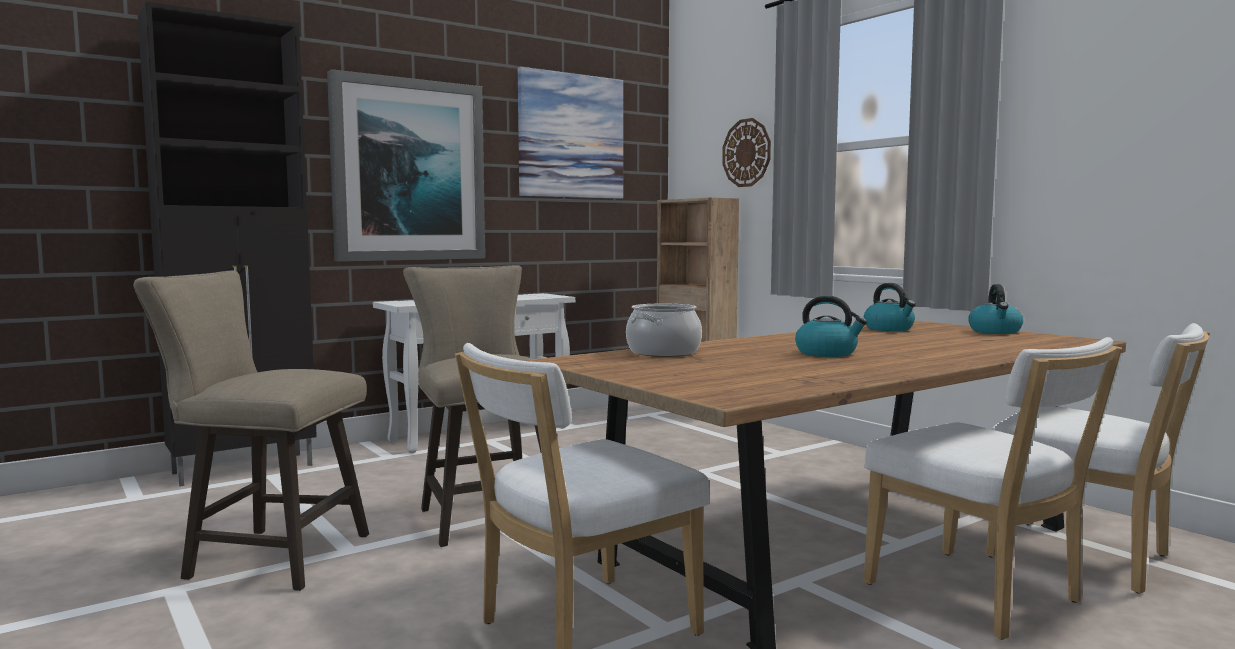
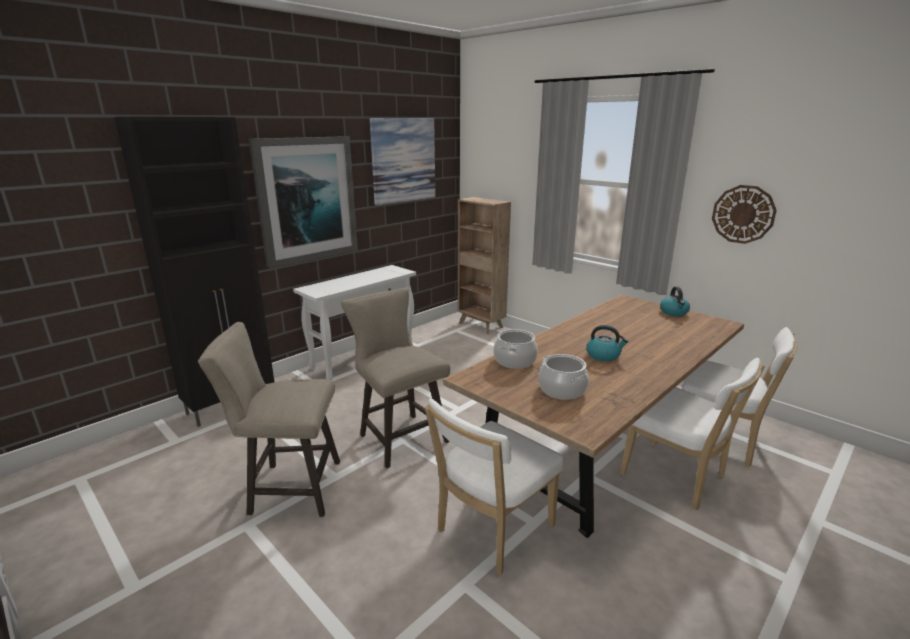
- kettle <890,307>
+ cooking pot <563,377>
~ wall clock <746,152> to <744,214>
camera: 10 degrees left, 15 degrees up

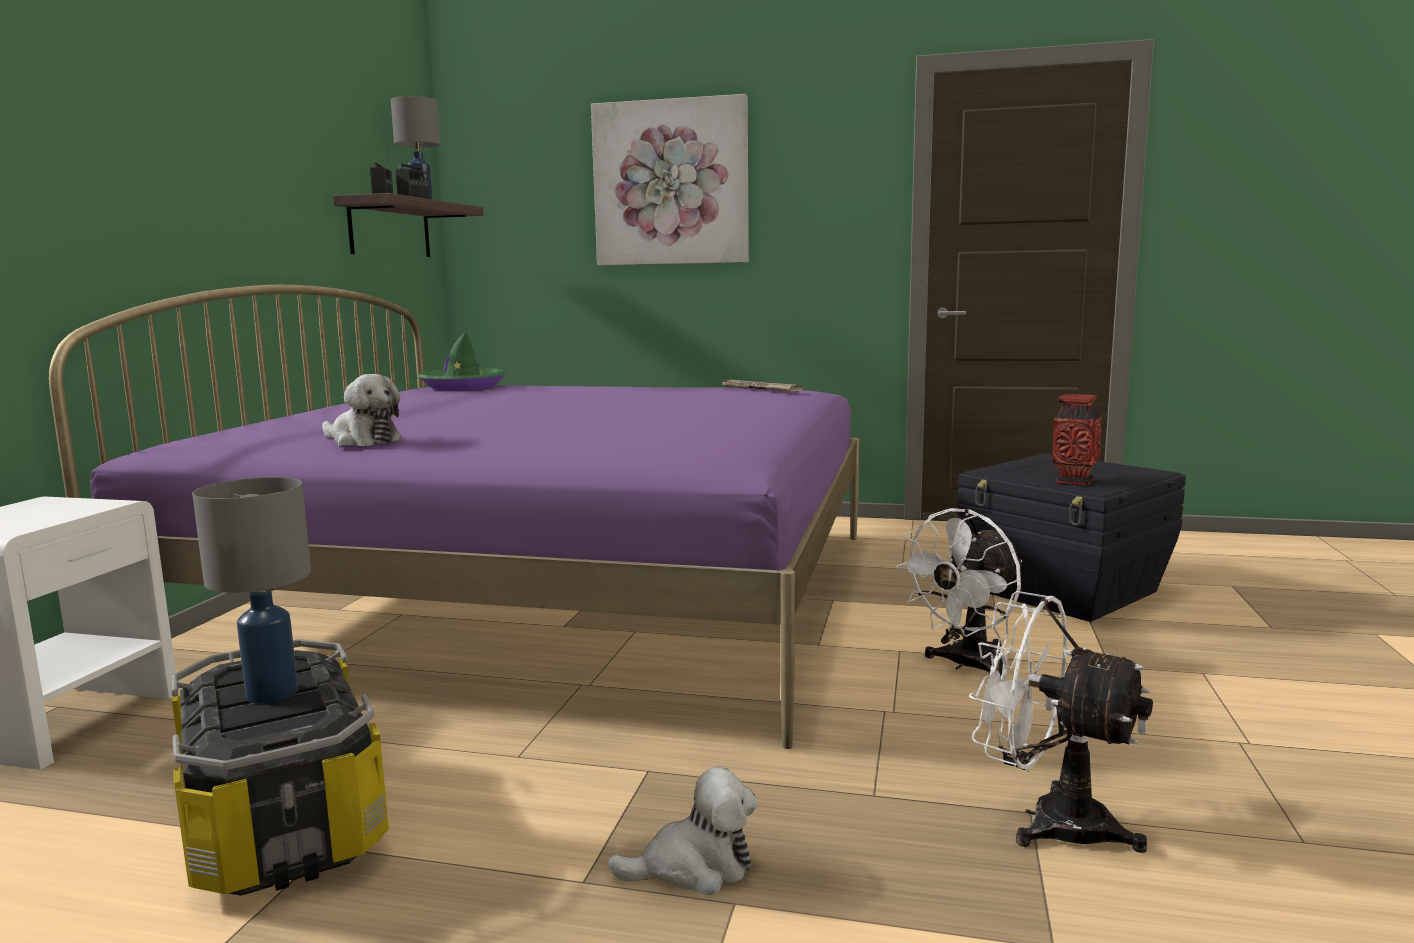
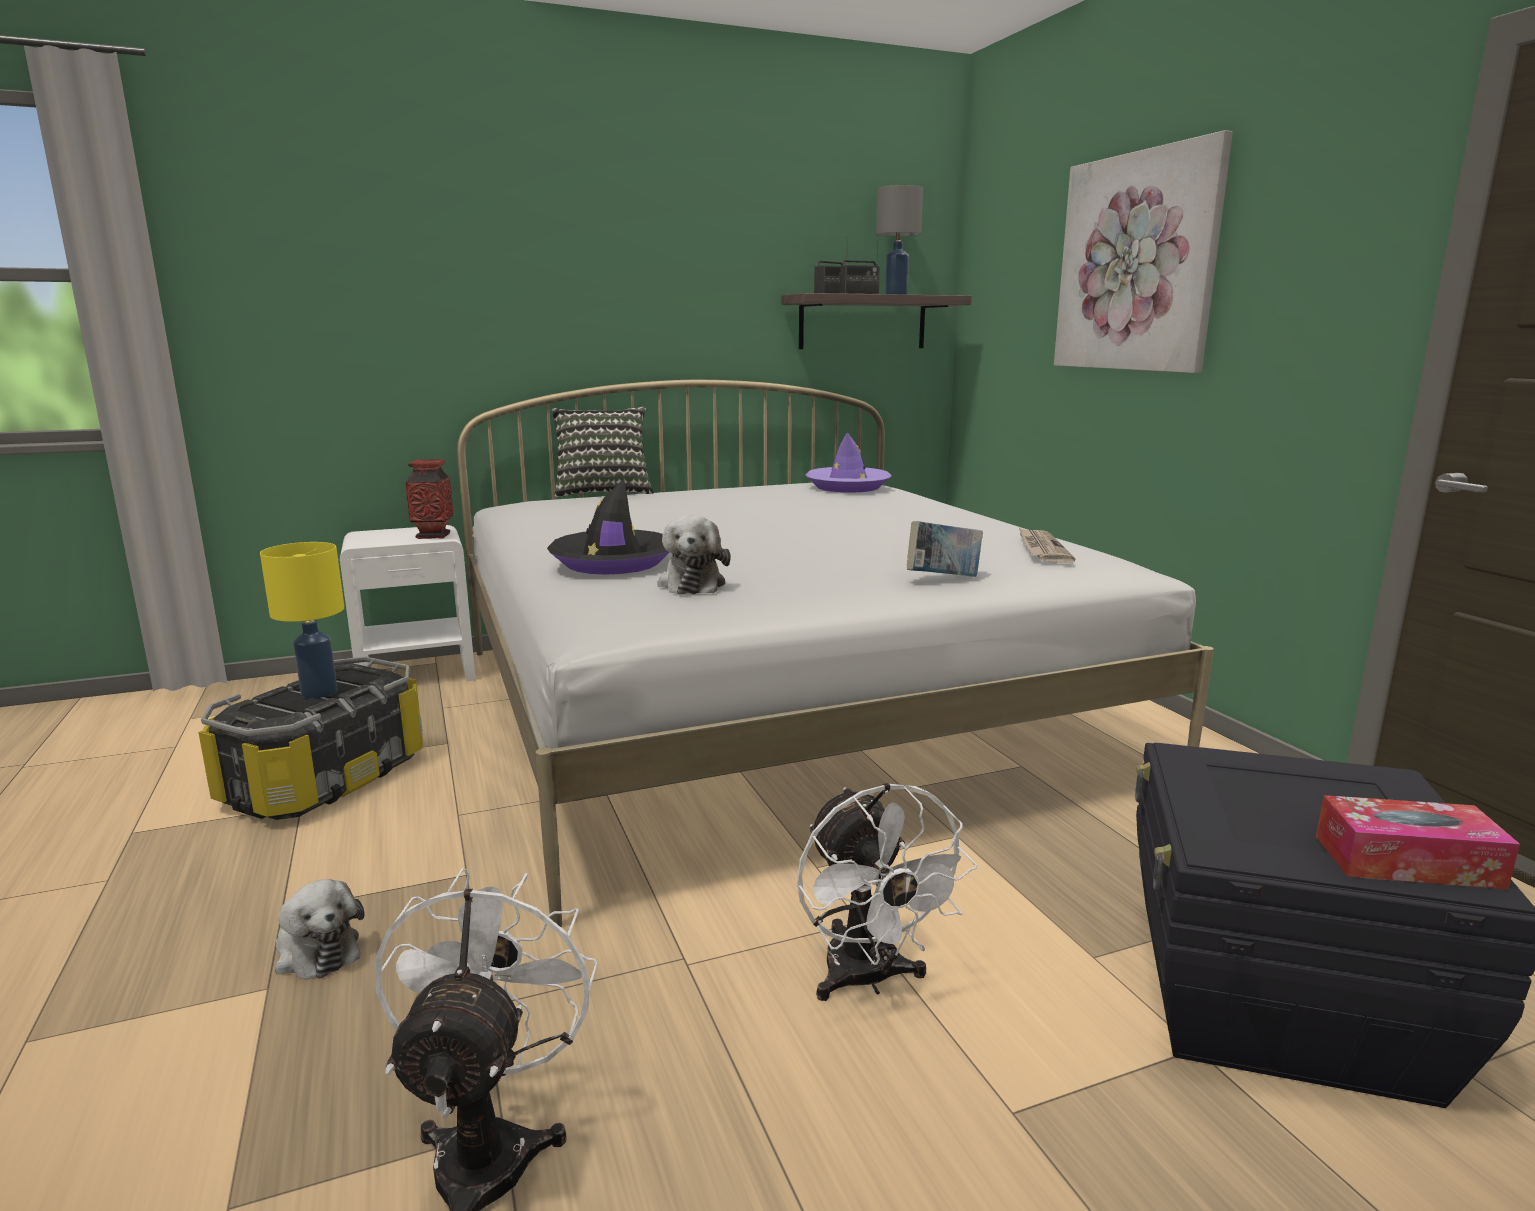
+ hat in black <608,527>
+ pillow <602,451>
+ book <945,549>
+ tissue box <1418,842>
~ plush toy <362,410> to <694,555>
~ vase <1077,440> to <429,499>
~ bed in purple <454,517> to bed in white <835,653>
~ table lamp in grey <251,590> to table lamp in yellow <302,620>
~ hat in green <462,360> to hat in purple <848,462>
~ fan in white <959,590> = <887,892> 120 degrees counterclockwise
camera: 55 degrees right, 5 degrees up

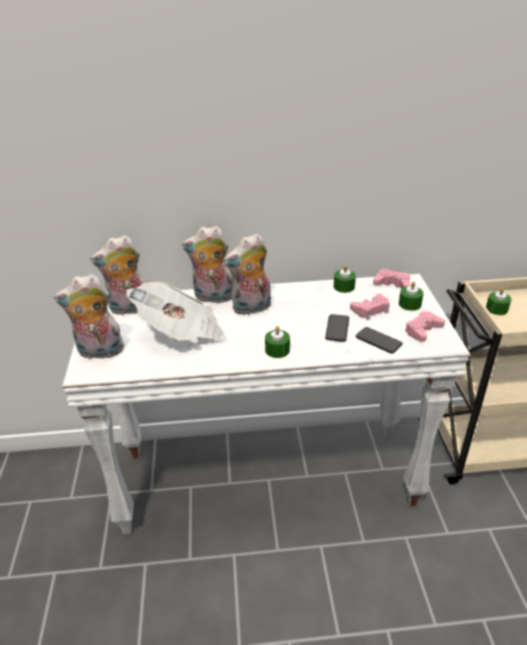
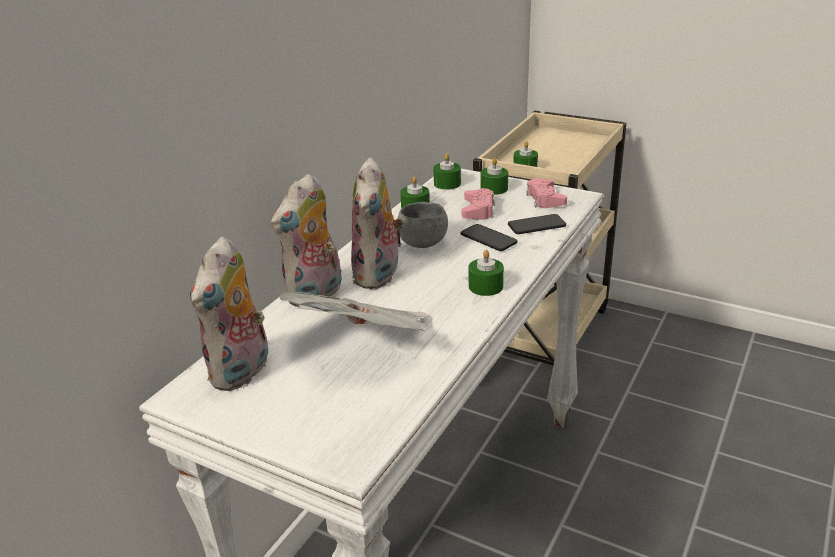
- plush toy <89,316>
+ bowl in grey <423,225>
~ game controller in pink <391,278> to candle in green <447,171>
camera: 55 degrees left, 5 degrees down

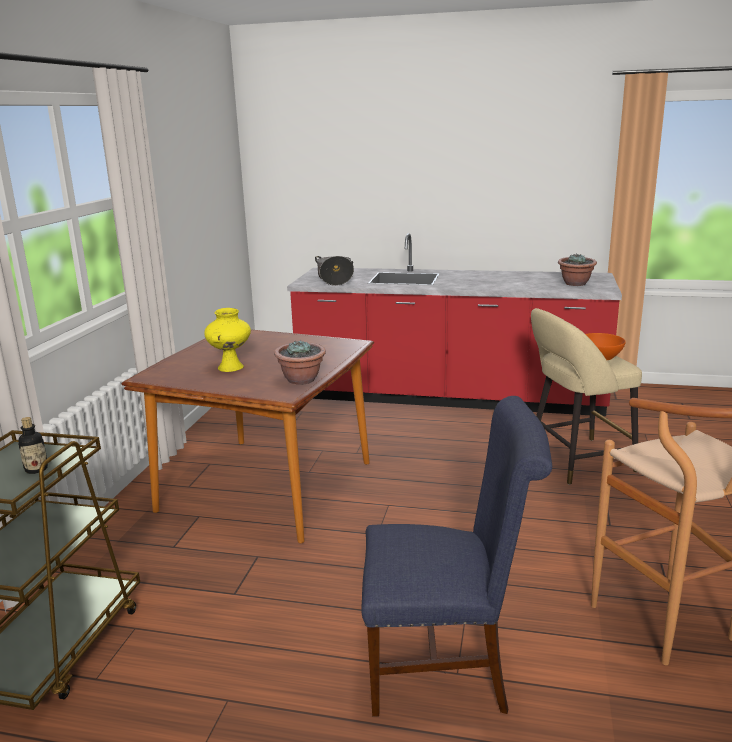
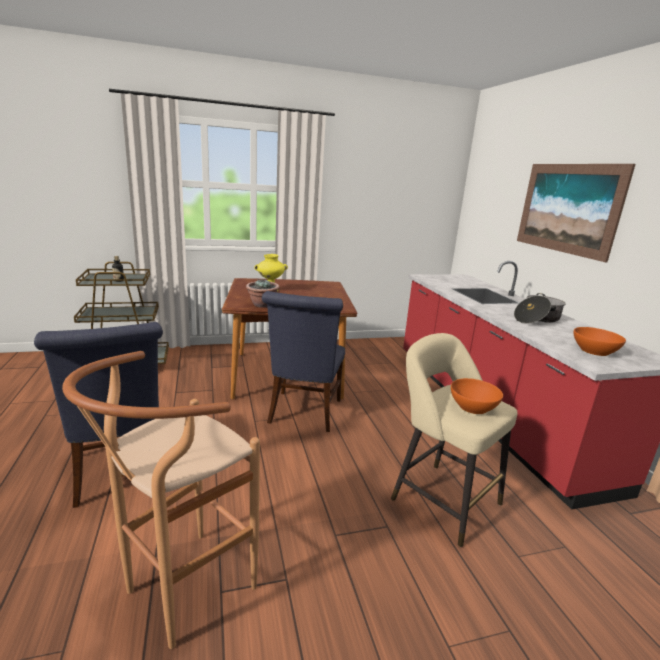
+ chair in blue <303,361>
+ picture <576,213>
~ cooking pot <334,271> to <540,308>
~ potted plant <577,270> to bowl in orange <600,341>
camera: 60 degrees right, 0 degrees up

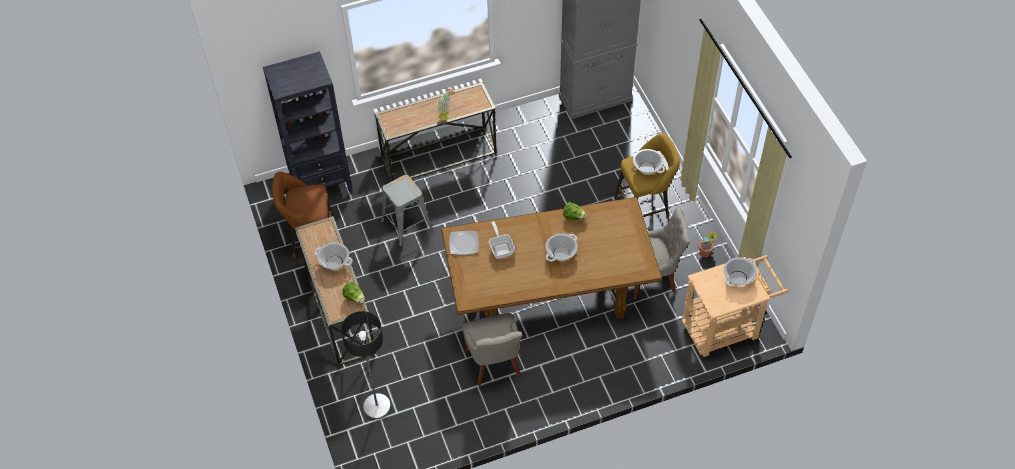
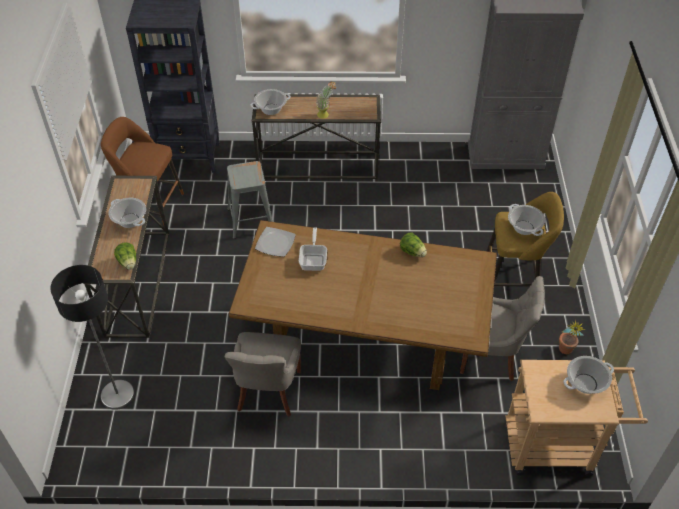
~ cooking pot <561,247> to <271,102>
camera: 20 degrees right, 5 degrees down

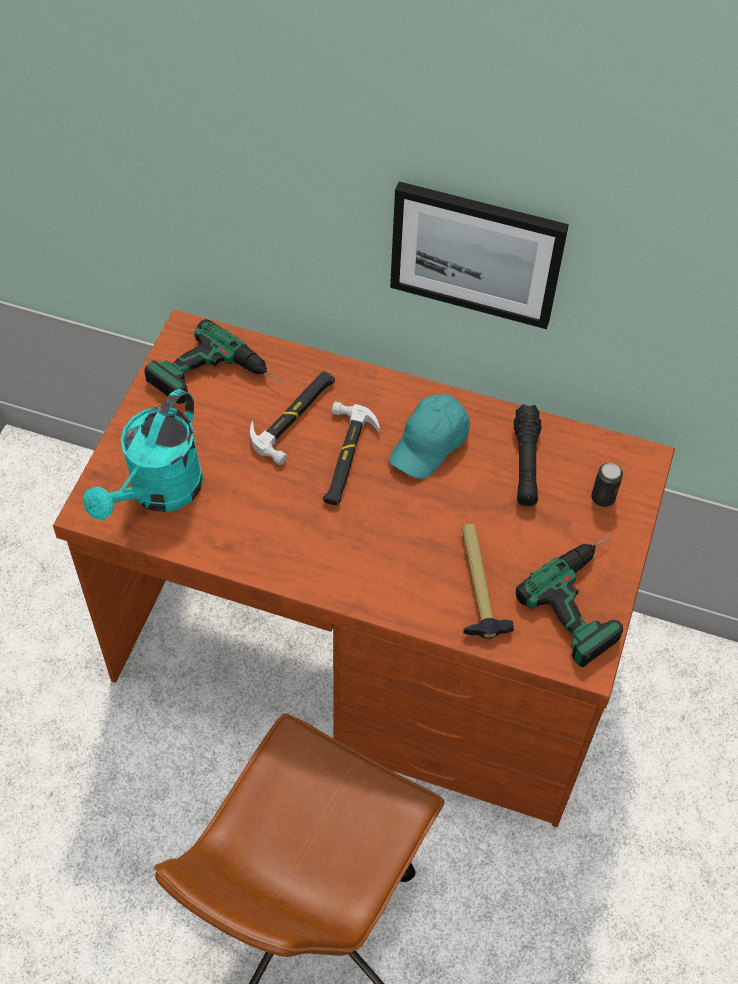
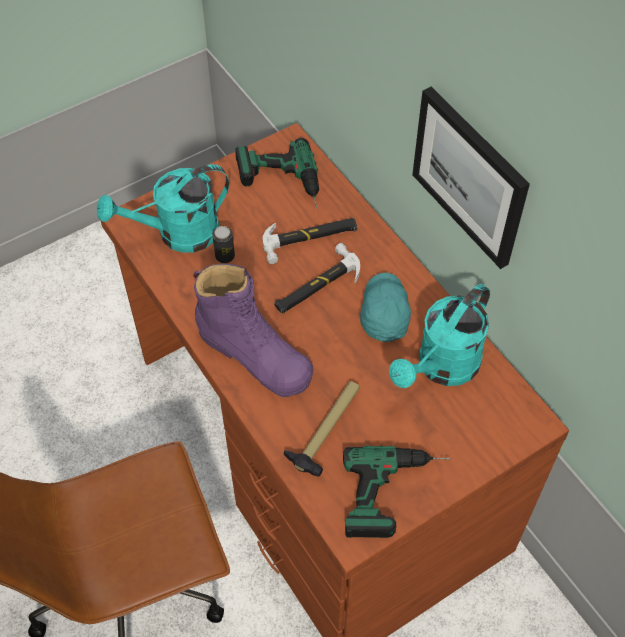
+ boot in purple <253,330>
~ can <607,485> to <223,244>
~ flashlight in black <527,455> to watering can in turquoise <439,336>
~ cap in turquoise <429,436> = <385,307> 105 degrees clockwise
camera: 40 degrees right, 0 degrees up

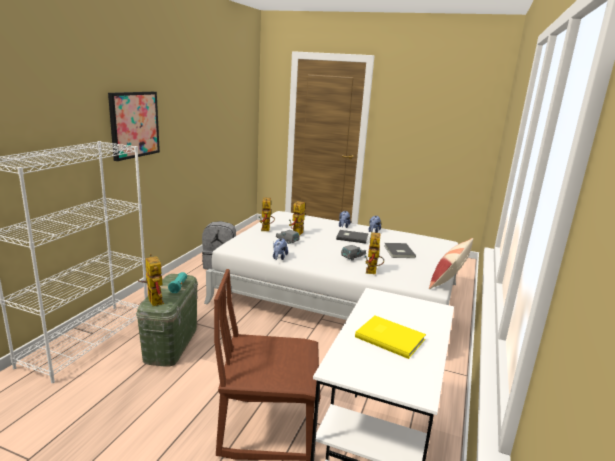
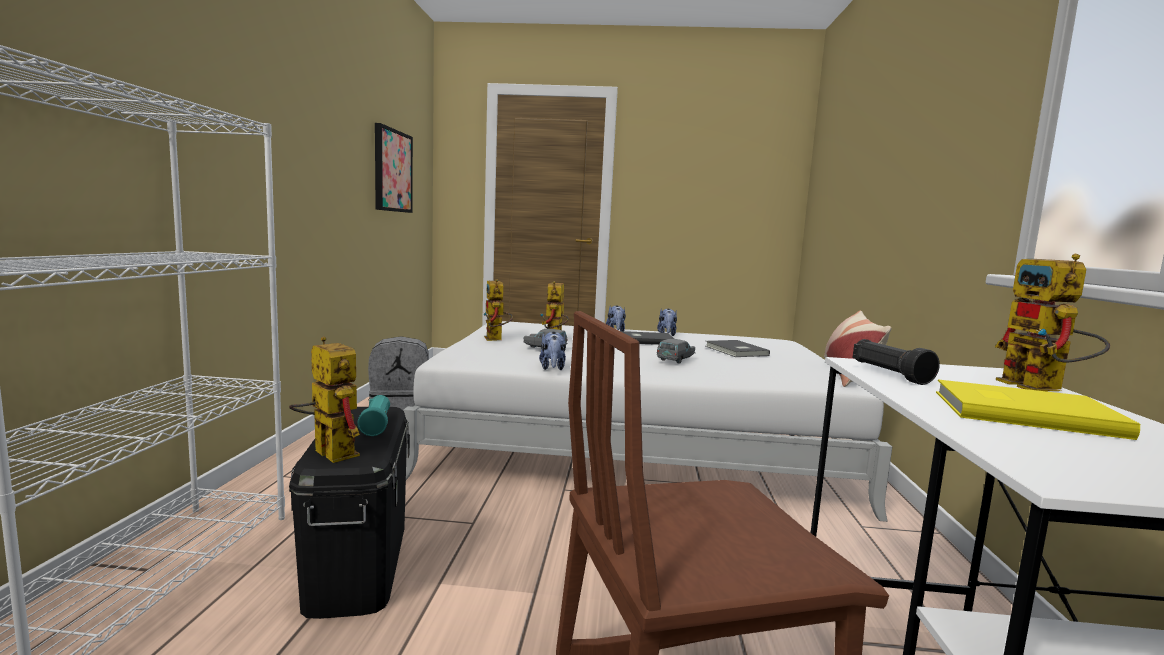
+ flashlight in black <896,362>
~ picture <134,126> to <394,168>
~ toy robot <374,253> to <1052,322>
~ storage box in green <167,320> to storage box in black <349,513>
camera: 15 degrees left, 10 degrees down

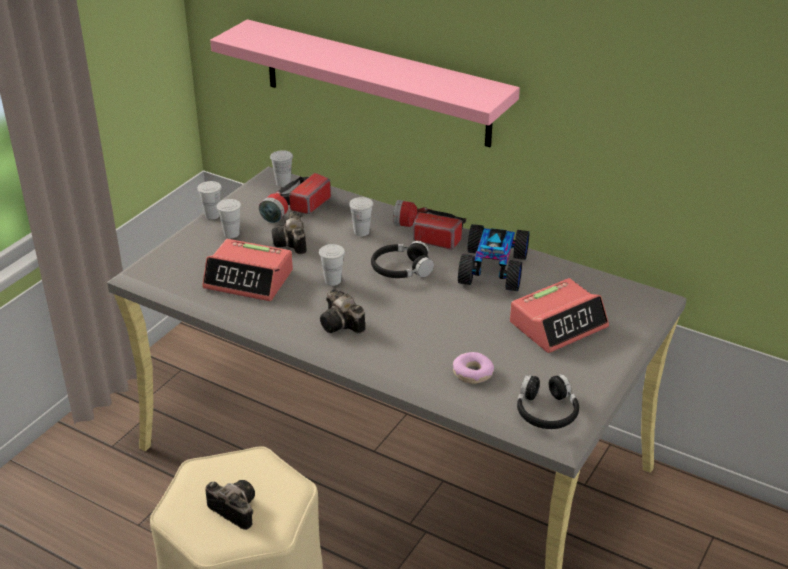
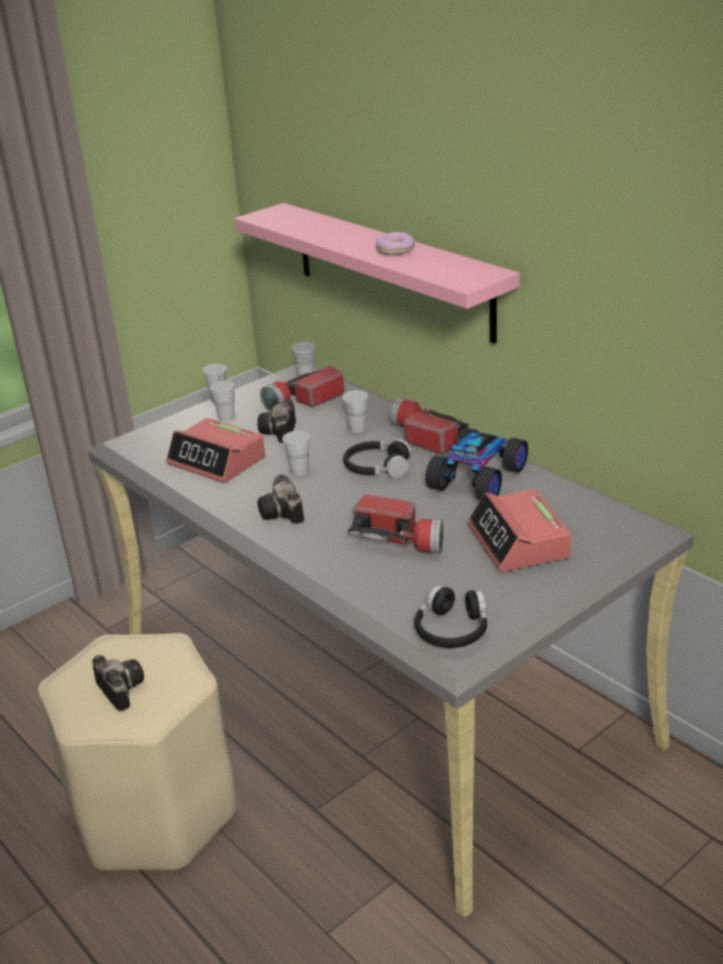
+ flashlight <395,524>
~ donut <473,368> to <395,243>
~ alarm clock <559,315> = <519,530> 90 degrees clockwise
camera: 20 degrees right, 5 degrees down

